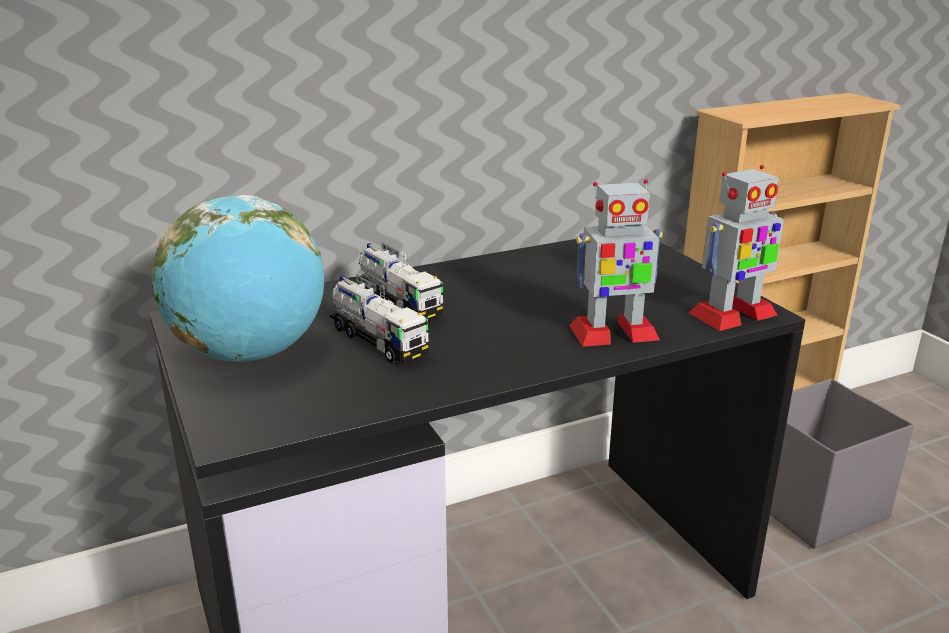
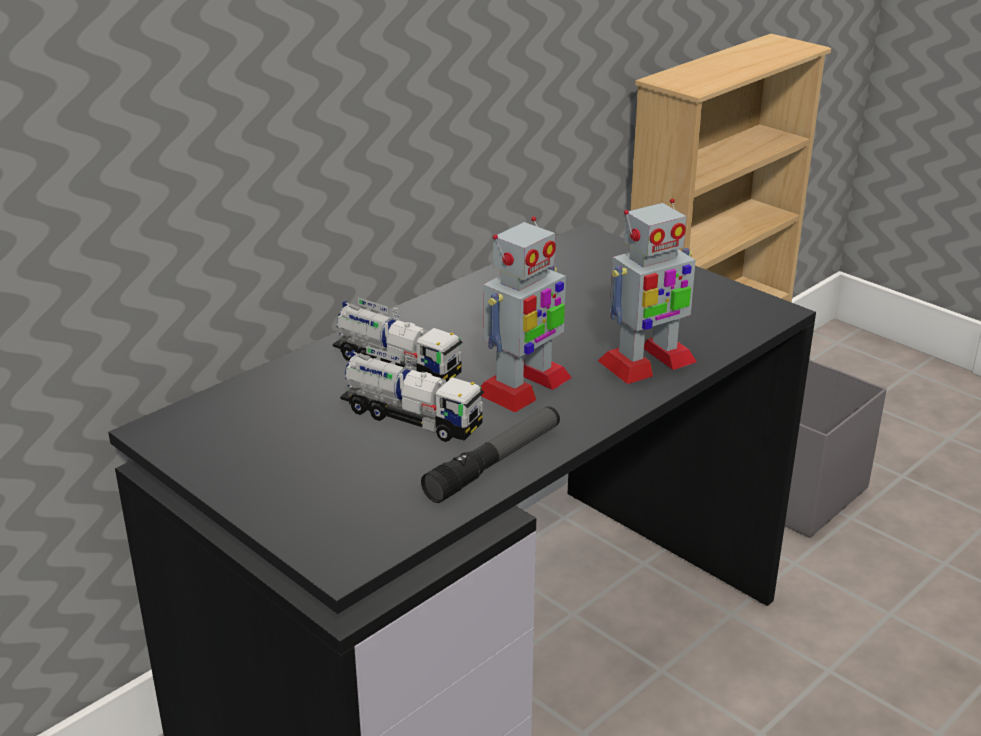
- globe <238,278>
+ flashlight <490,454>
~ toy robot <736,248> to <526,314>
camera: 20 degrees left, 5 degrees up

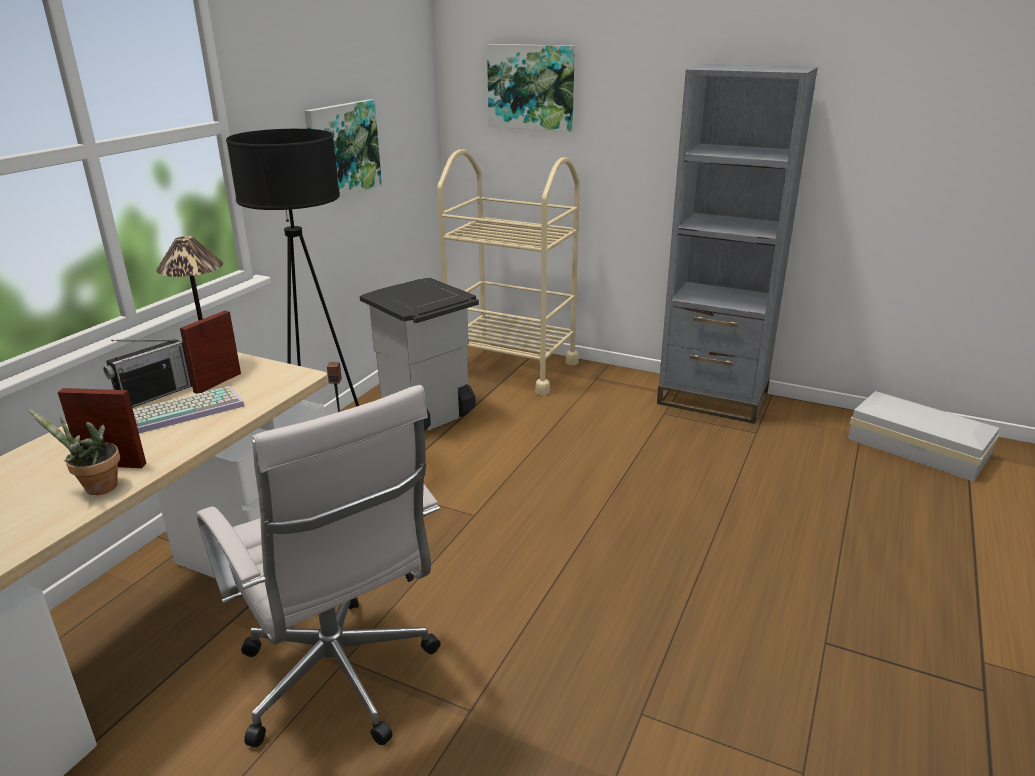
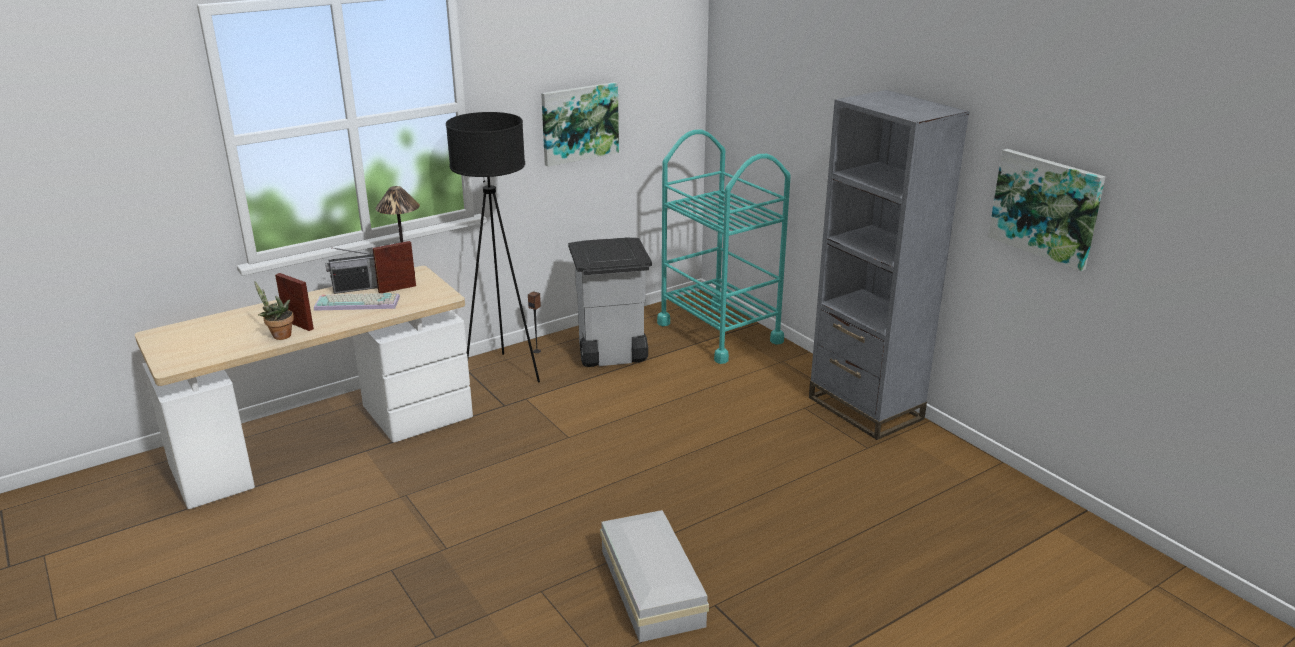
- office chair in white <318,566>
~ picture <531,88> to <1046,210>
~ storage box in white <923,436> to <654,576>
~ cart in beige <508,272> to cart in turquoise <724,247>
camera: 30 degrees right, 0 degrees up

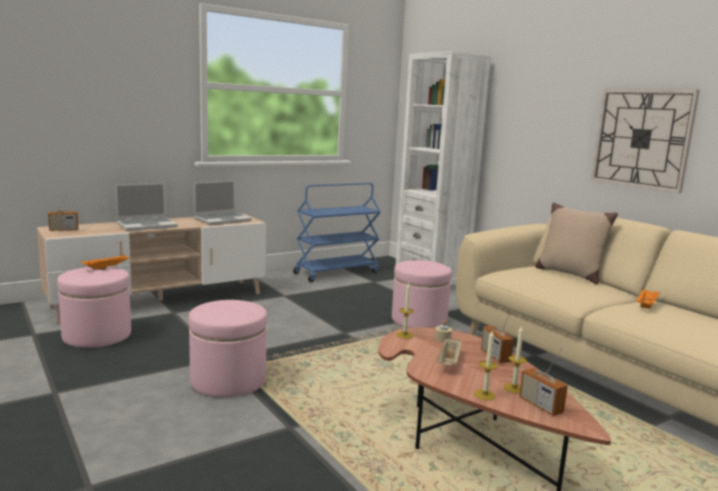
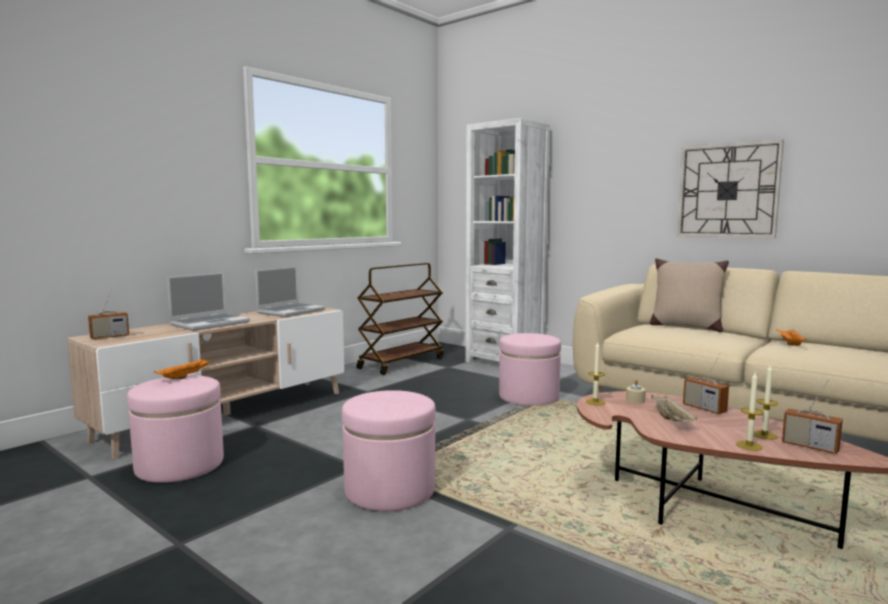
~ cart in blue <337,232> to cart in brown <400,319>
camera: 15 degrees left, 5 degrees down

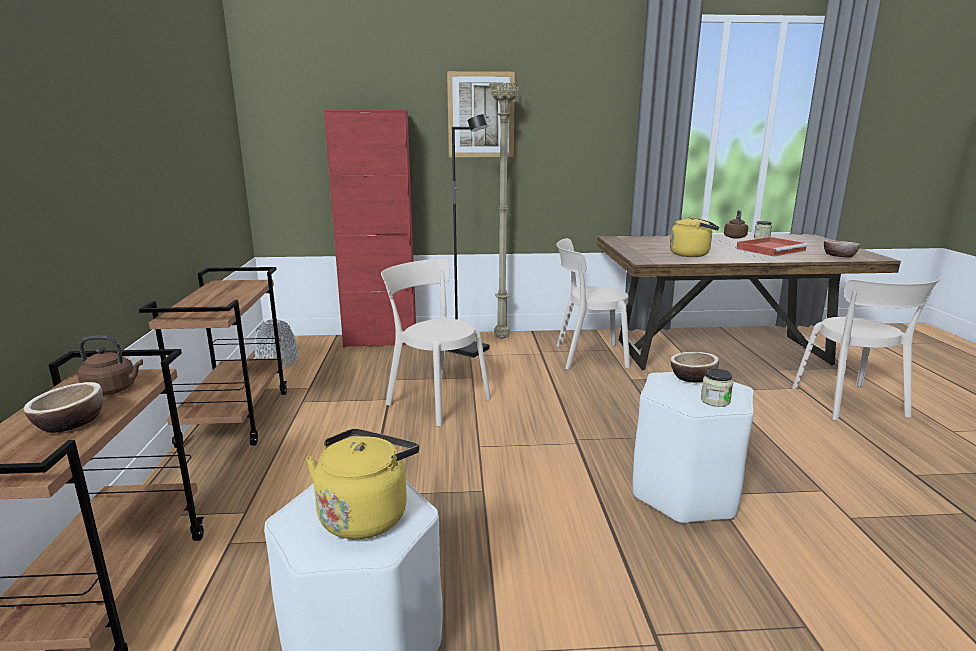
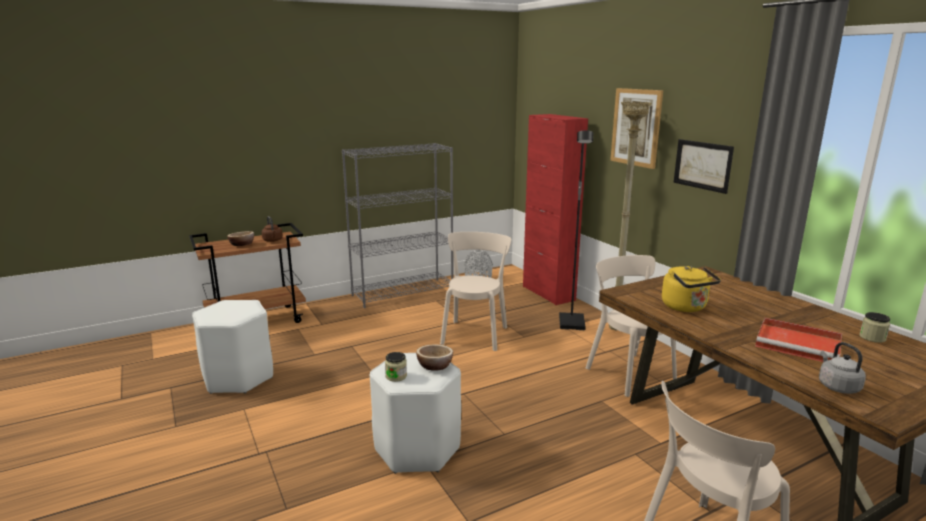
- kettle in yellow <362,483>
- kettle in brown <736,224>
+ picture <703,166>
~ cart in brown <213,357> to bookcase in grey <397,225>
~ bowl <842,249> to kettle in grey <842,368>
camera: 65 degrees right, 0 degrees up

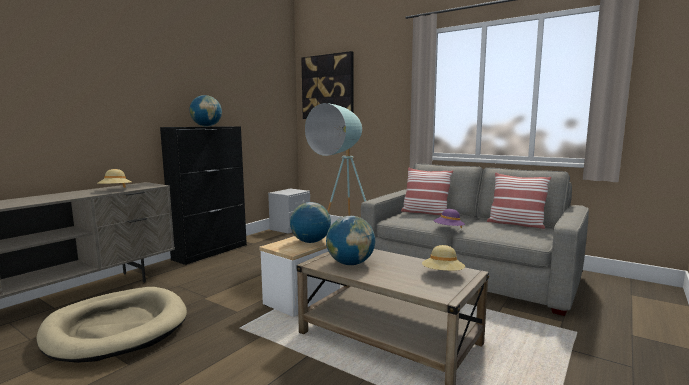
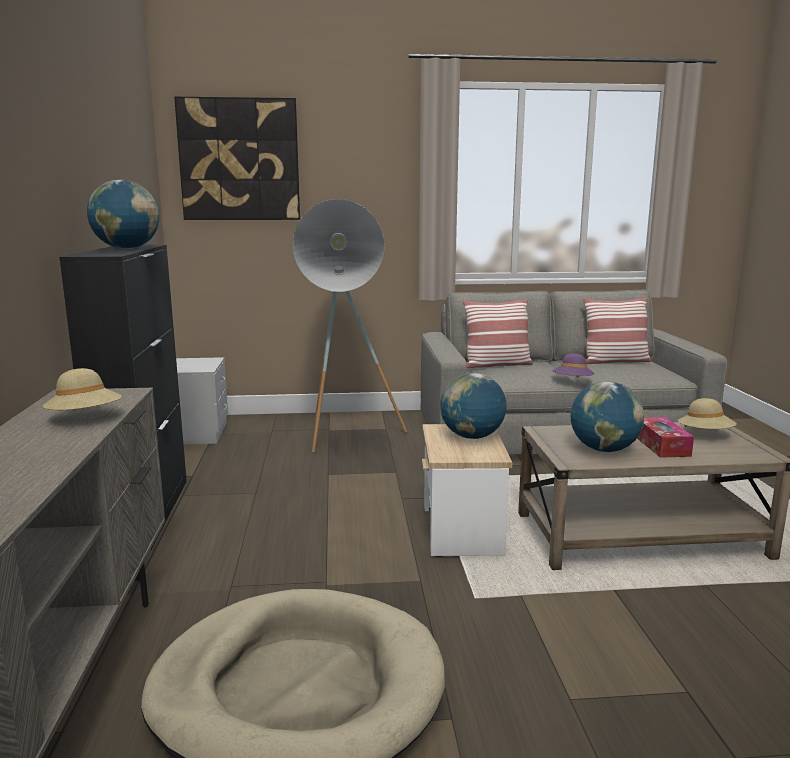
+ tissue box <665,437>
camera: 40 degrees left, 5 degrees up

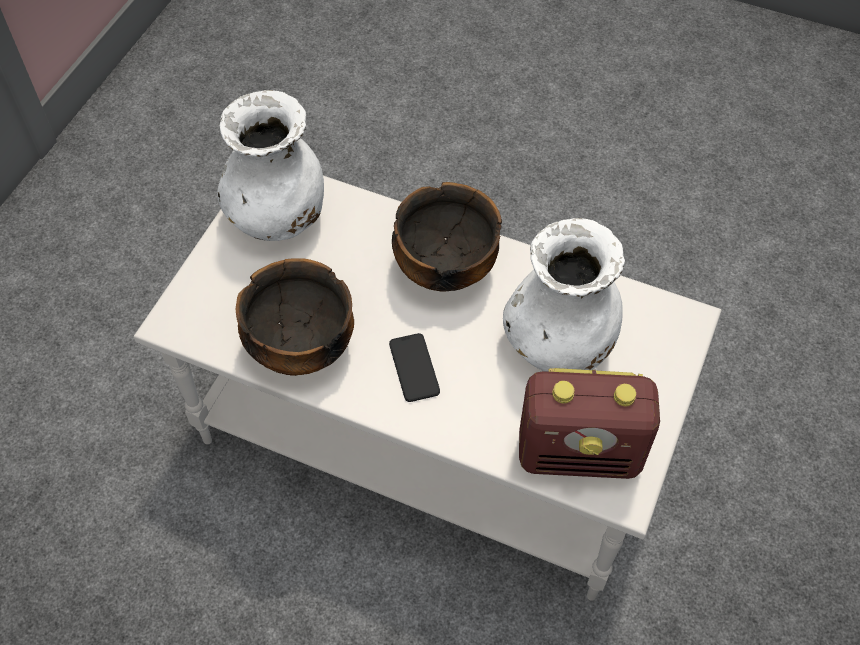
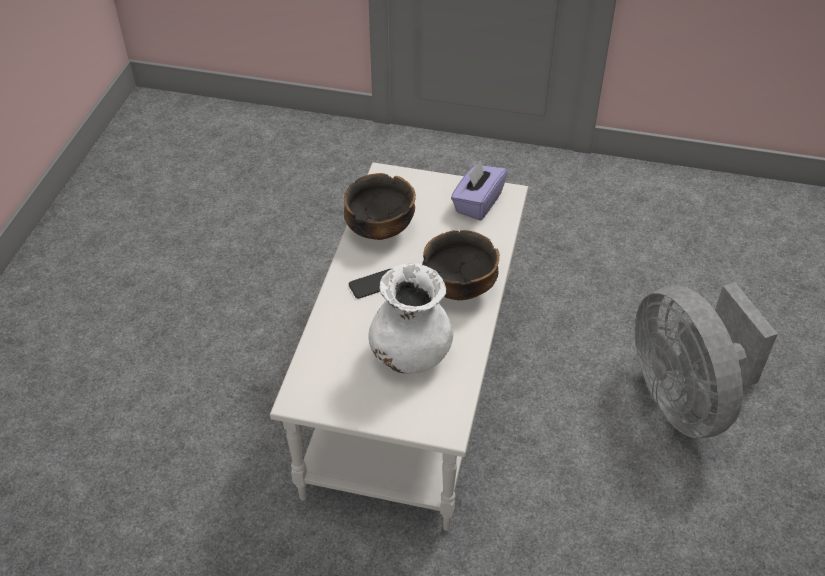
- radio <589,423>
+ fan in grey <706,360>
~ vase in white <270,165> to tissue box in purple <479,191>
camera: 80 degrees right, 10 degrees down

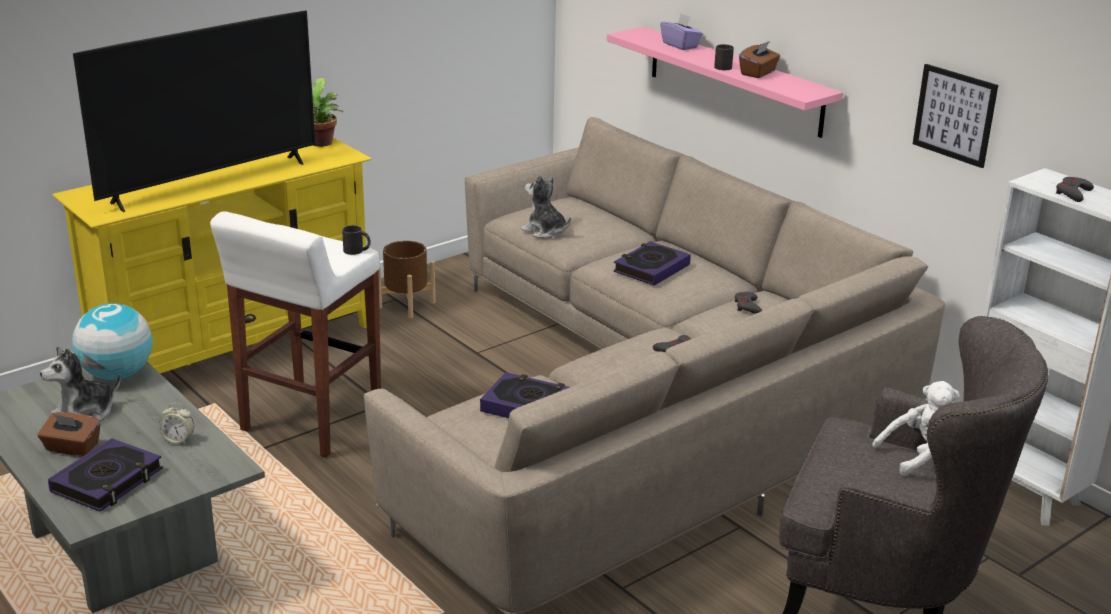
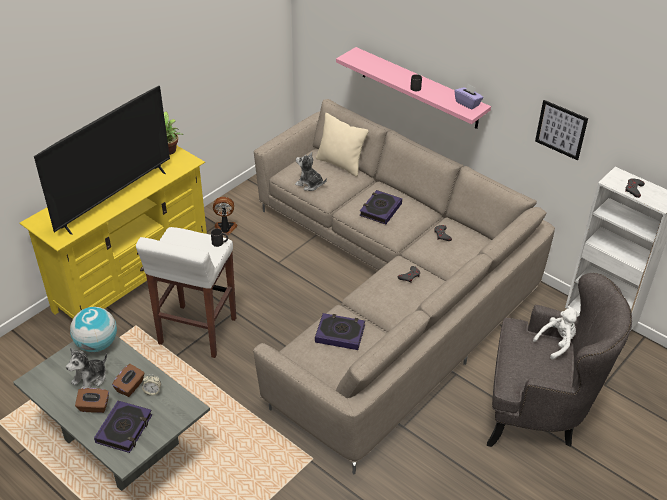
+ pillow in beige <342,145>
~ tissue box in purple <681,31> to <469,97>
~ tissue box in brown <759,59> to <128,380>
~ planter in brown <407,279> to fan <225,216>
camera: 10 degrees left, 15 degrees up

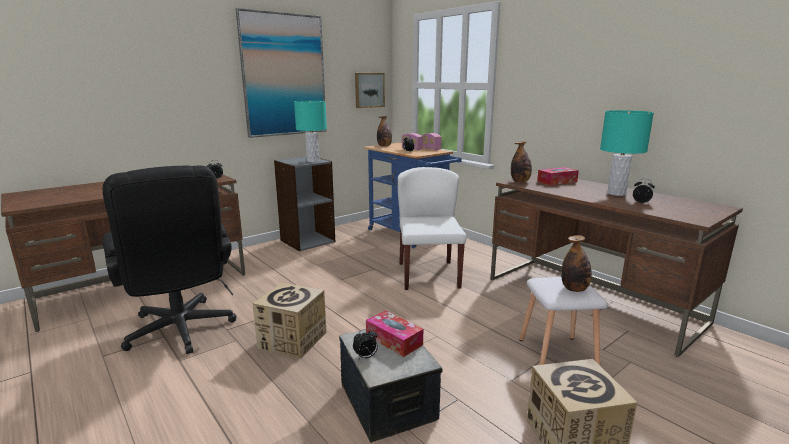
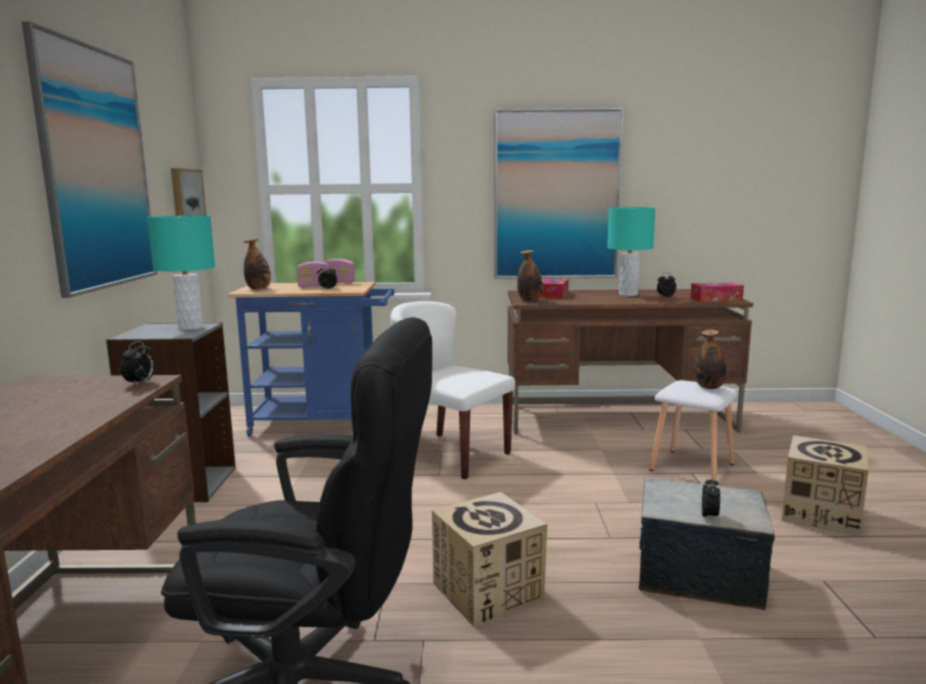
+ picture <558,193>
~ tissue box <394,333> to <717,292>
camera: 50 degrees left, 5 degrees down

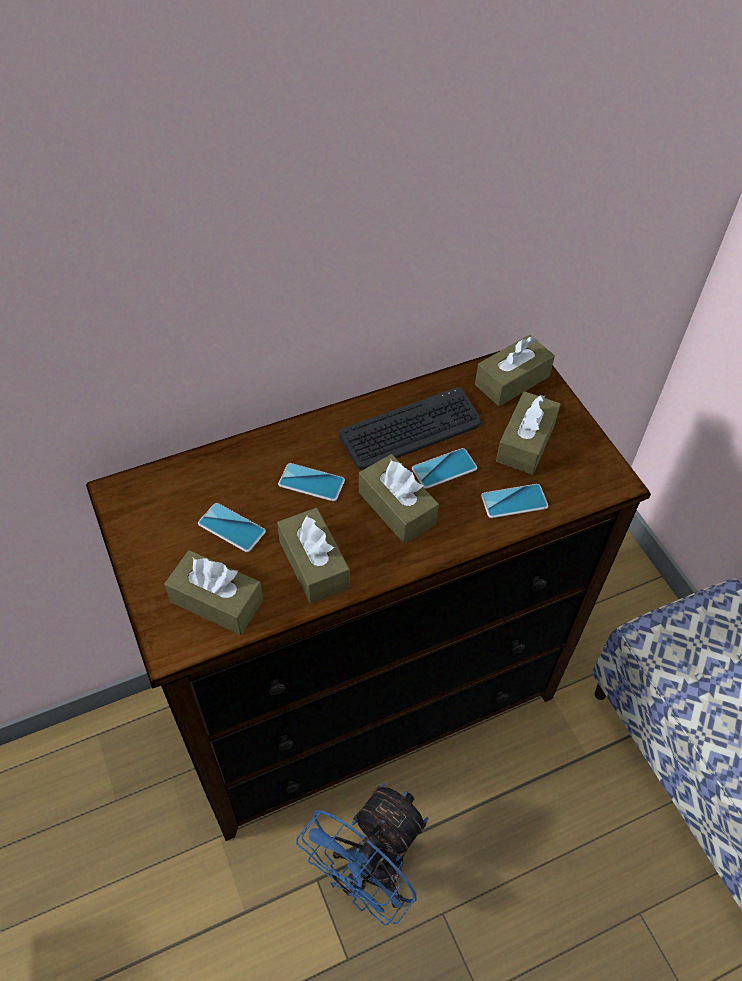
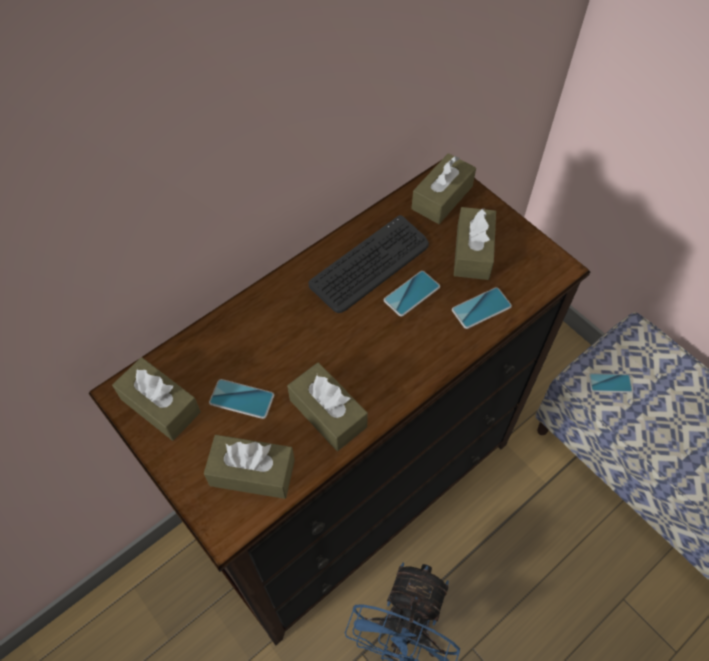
~ phone <311,482> to <611,383>
~ tissue box in brown <399,498> to <156,399>
camera: 15 degrees left, 5 degrees up

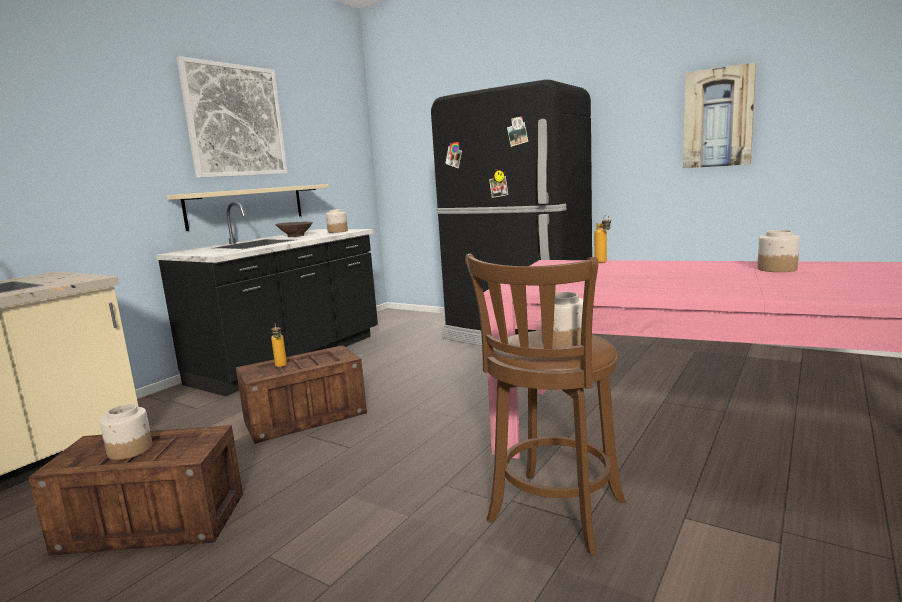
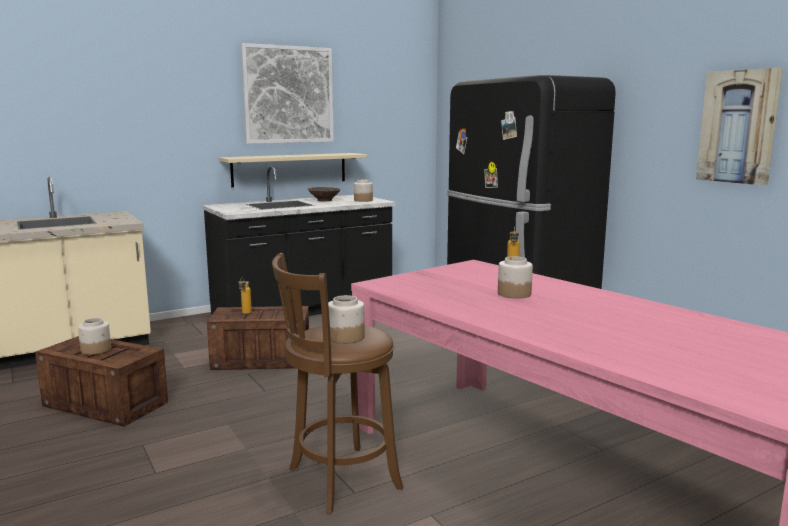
~ jar <778,251> to <515,278>
camera: 25 degrees right, 0 degrees up

